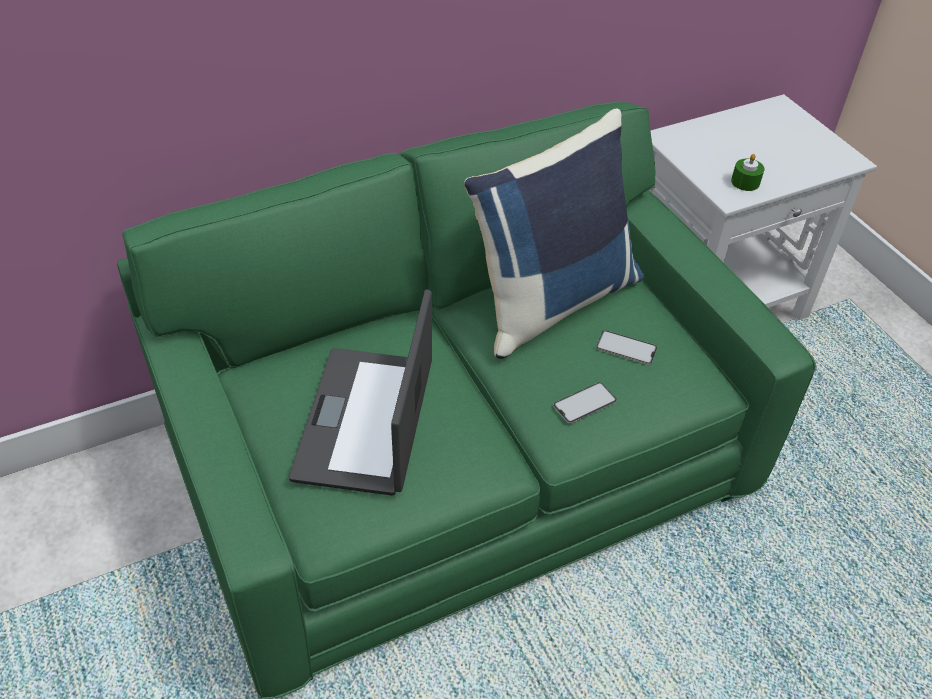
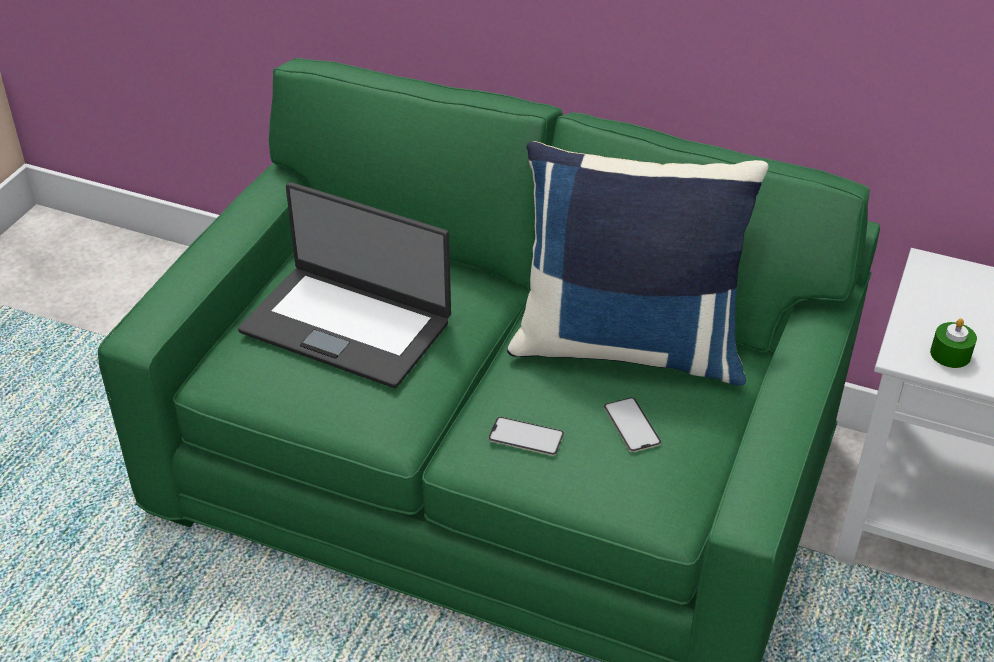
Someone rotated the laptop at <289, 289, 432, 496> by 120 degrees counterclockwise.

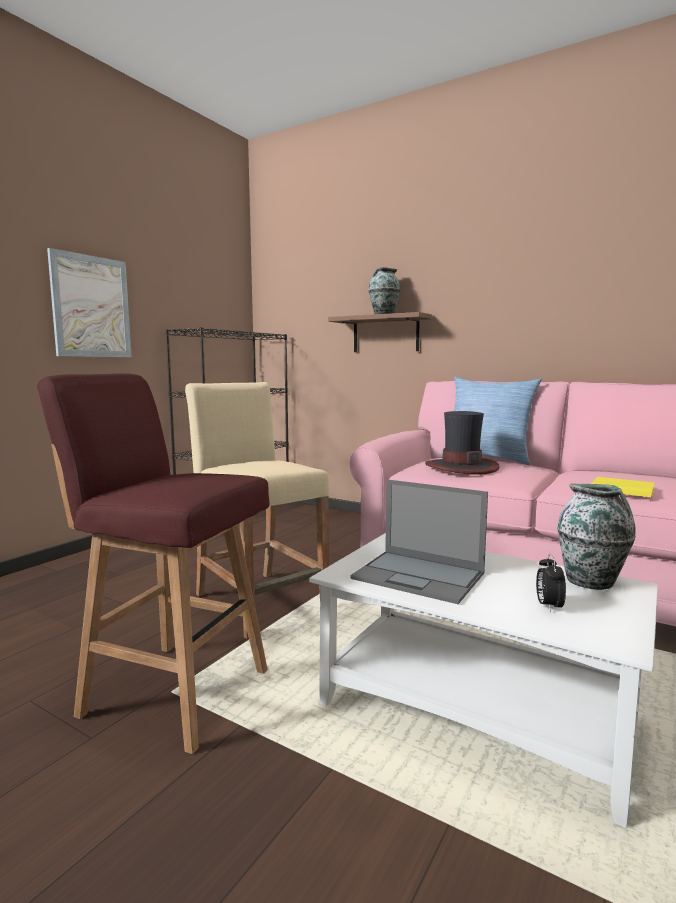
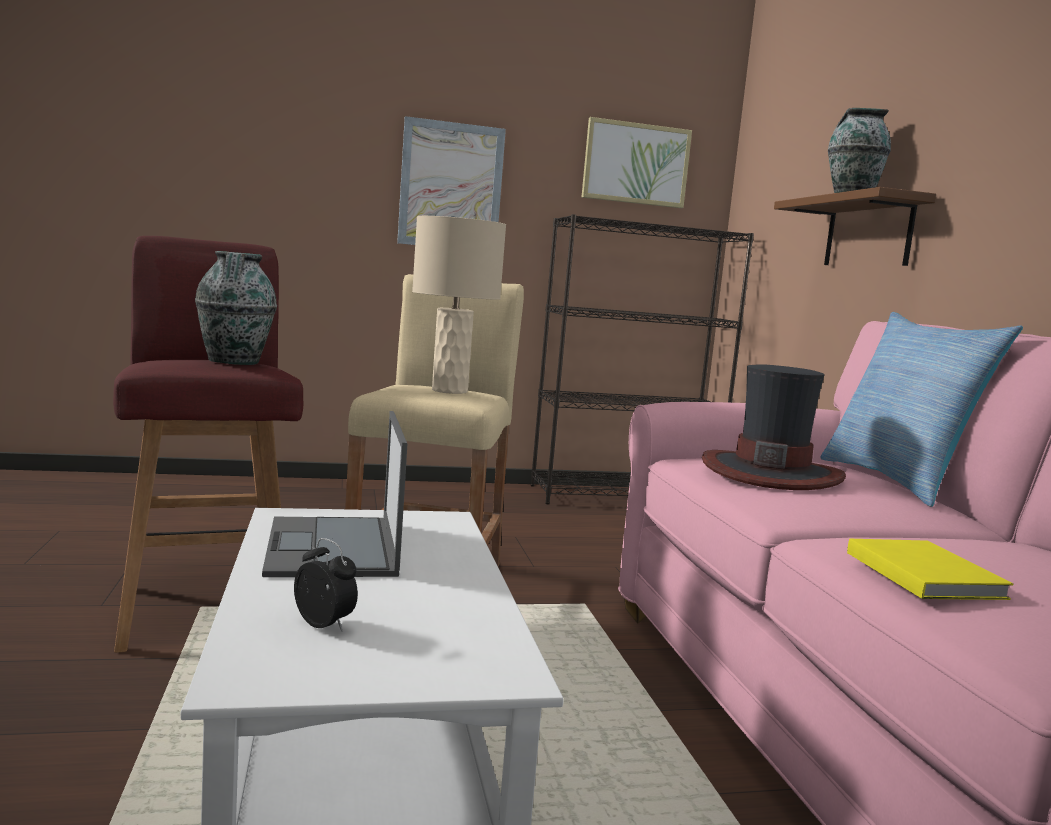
Someone carried the wazon from <557, 483, 636, 590> to <195, 251, 277, 365>.
Someone rotated the budzik at <536, 553, 566, 613> by 75 degrees clockwise.
Someone put up the obraz at <582, 117, 692, 208>.
Someone put down the lampa stołowa/beżowy at <412, 216, 506, 394>.

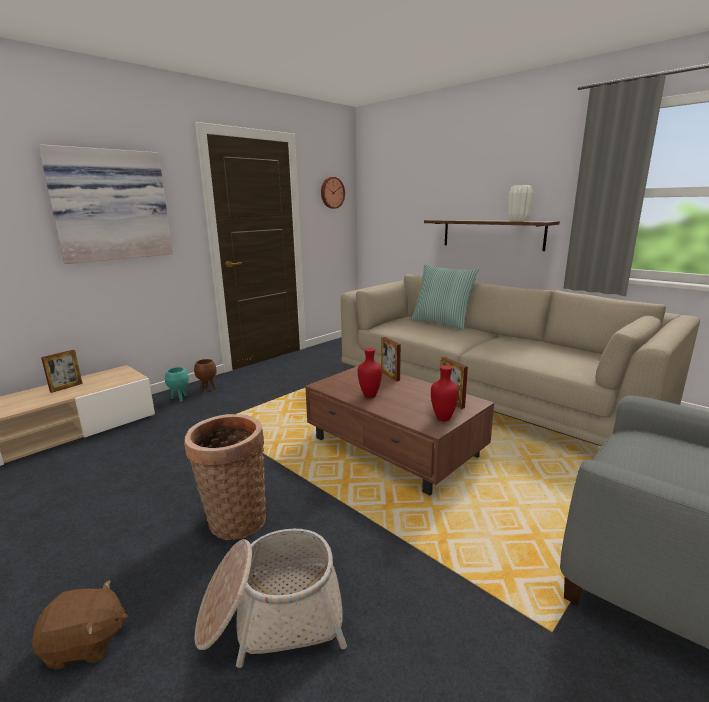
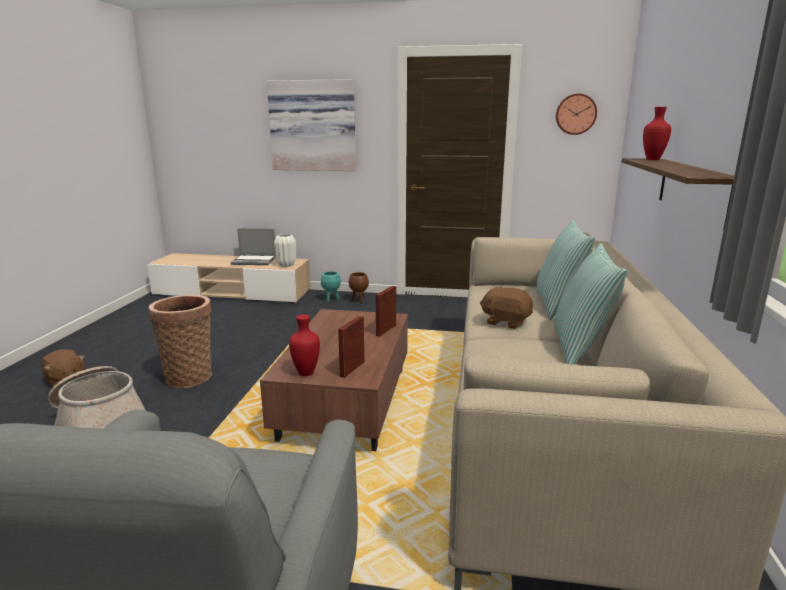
Someone carried the wazon/biały from <508, 185, 534, 221> to <274, 234, 296, 267>.
Someone carried the wazon/czerwony from <358, 348, 382, 398> to <643, 107, 671, 160>.
Someone swapped the ramka na zdjęcie at <41, 350, 83, 393> for the laptop at <231, 228, 276, 265>.
Someone put down the poduszka at <554, 243, 627, 365>.
Someone put down the pluszak/brązowy at <480, 286, 533, 329>.

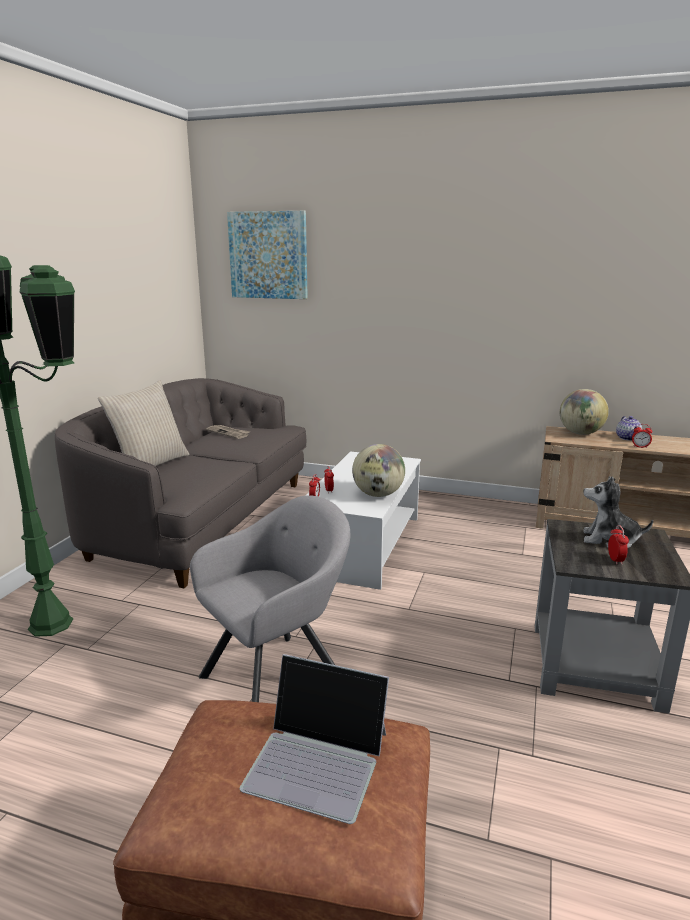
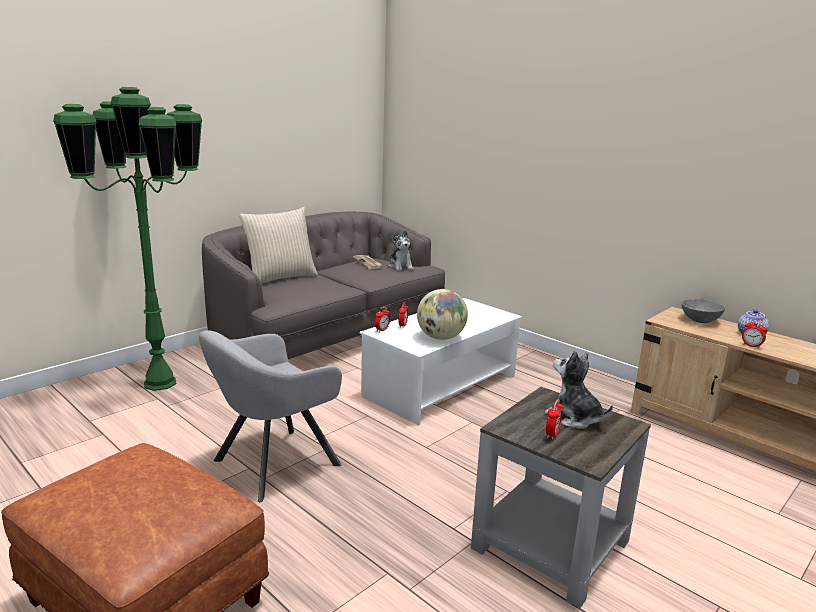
Someone took away the obraz at <227, 211, 308, 299>.
Someone swapped the globus at <560, 389, 609, 435> for the miska/szary at <681, 299, 725, 323>.
Someone rotated the fotel/szary at <190, 495, 350, 702> by 150 degrees clockwise.
Someone took away the laptop at <240, 654, 389, 824>.
Someone put down the pluszak at <388, 230, 414, 271>.

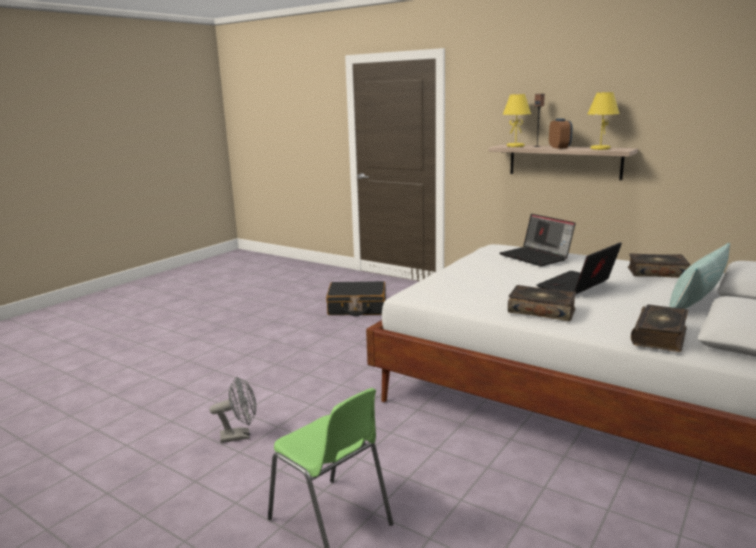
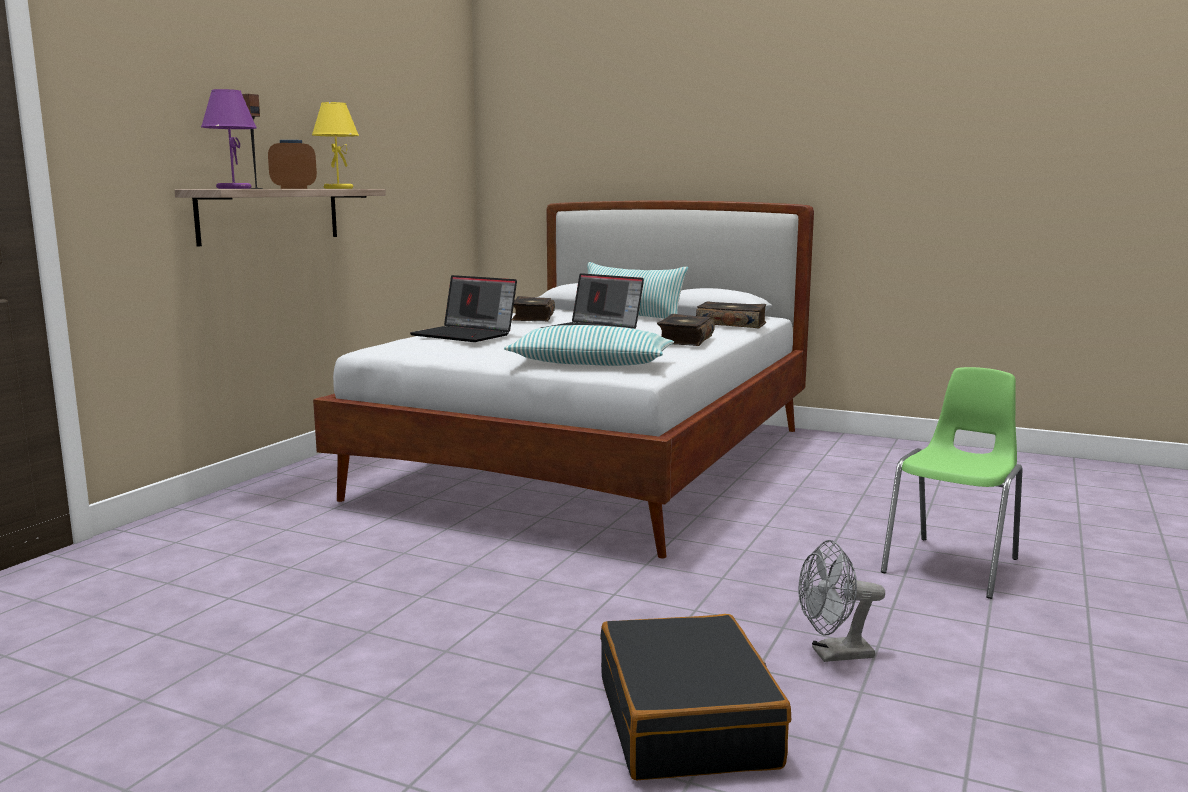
Someone repainted the lampa stołowa/żółty at <503, 94, 531, 147>, which became the lampa stołowa/fioletowy at <201, 89, 257, 189>.
Someone rotated the laptop at <500, 214, 576, 266> by 75 degrees clockwise.
Someone carried the walizka/czarny from <326, 281, 386, 316> to <600, 614, 791, 780>.
Someone rotated the wentylator/szary at <209, 377, 256, 443> by 75 degrees counterclockwise.
Someone put down the poduszka at <504, 325, 674, 366>.

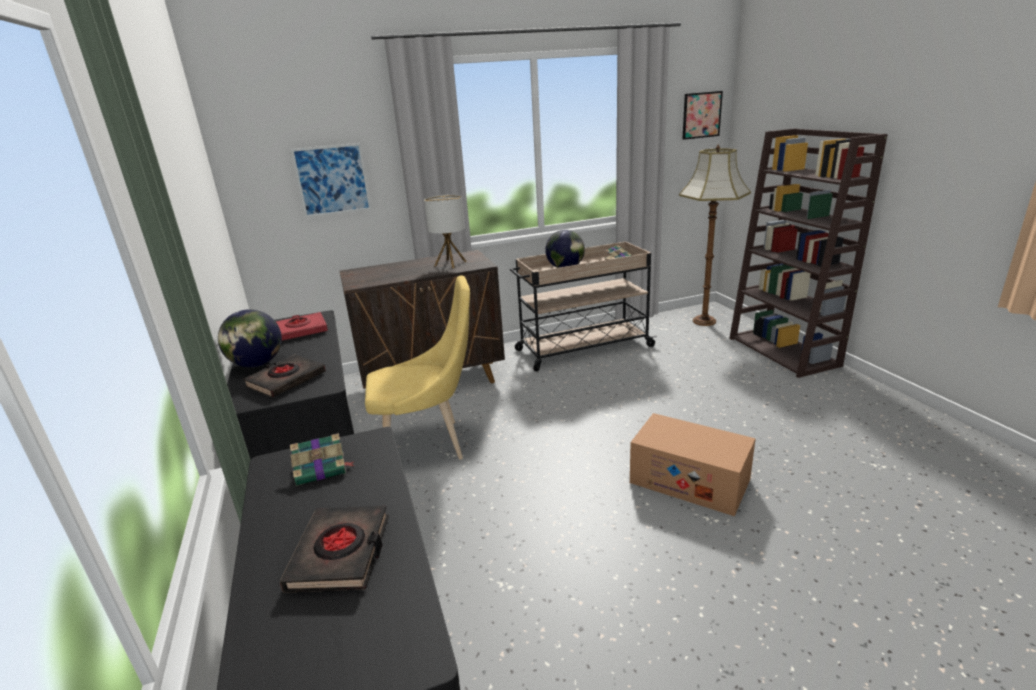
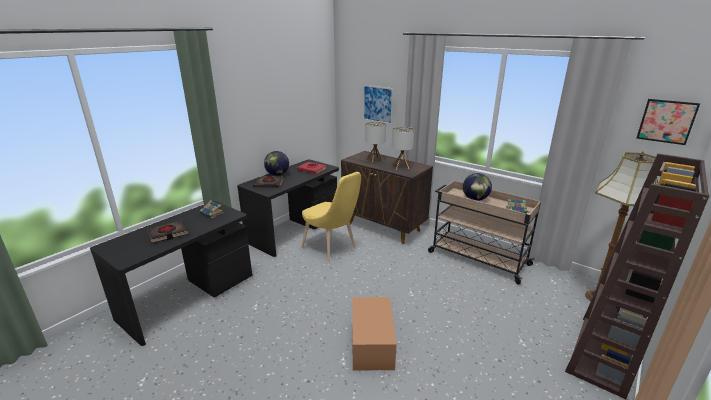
Someone put down the lampa stołowa at <365, 122, 386, 163>.

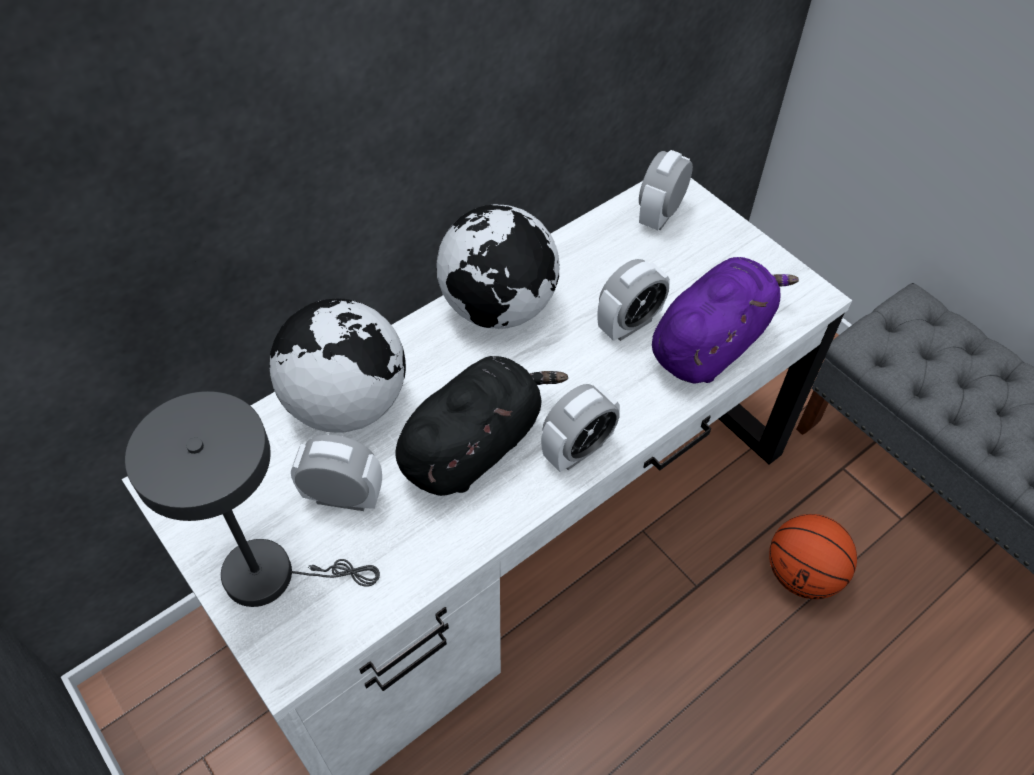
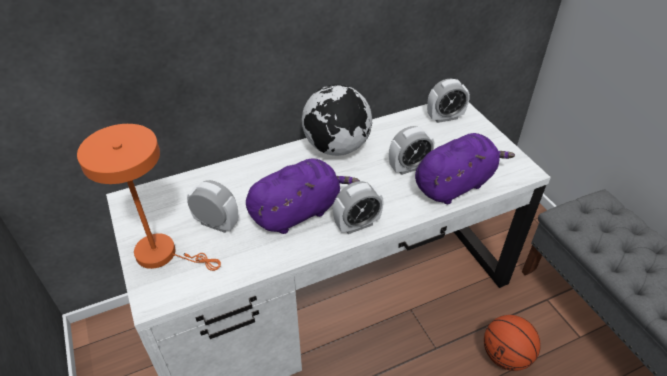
Someone rotated the budzik at <639, 150, 693, 230> by 150 degrees counterclockwise.
Someone took away the globus at <270, 299, 406, 433>.
Someone repainted the pluszak/czarny at <395, 356, 568, 496>, which became the pluszak/fioletowy at <246, 158, 360, 234>.
Someone repainted the lampa stołowa/szary at <125, 391, 380, 607>, which became the lampa stołowa/pomarańczowy at <77, 124, 221, 271>.

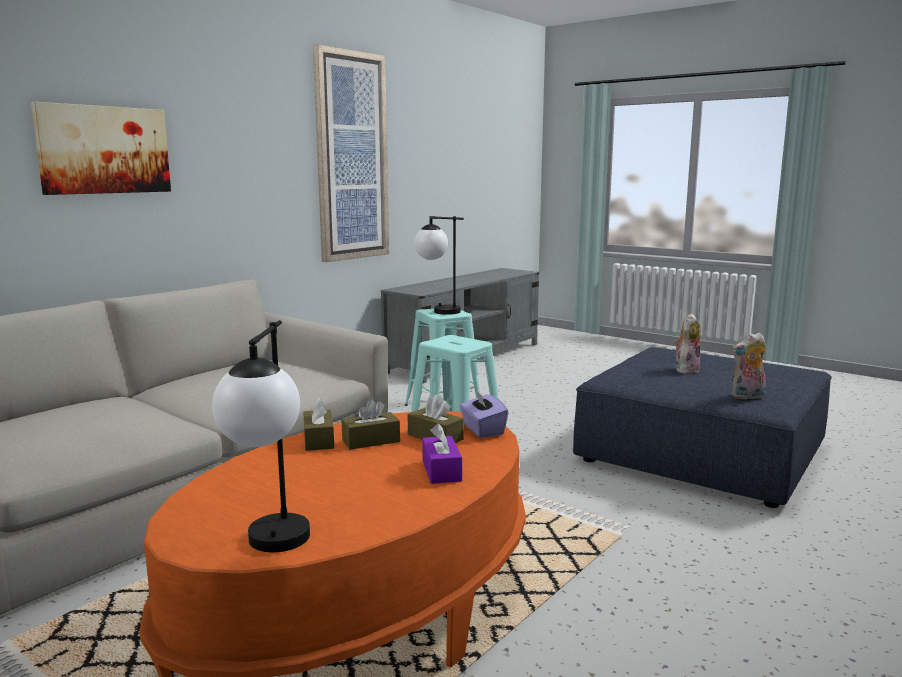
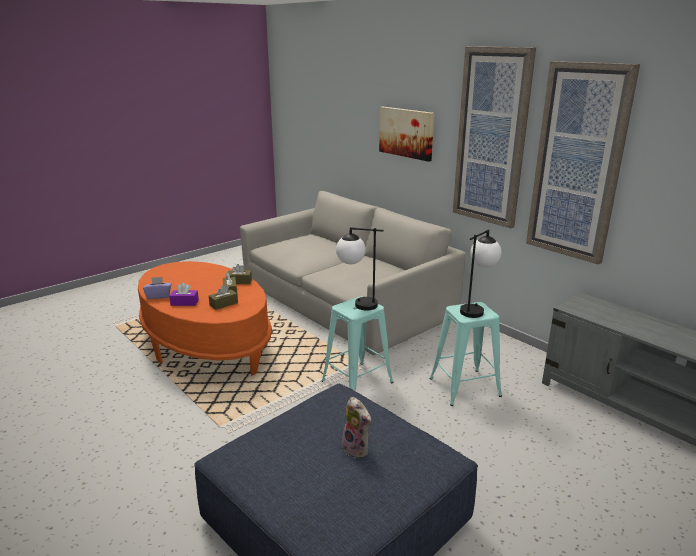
Someone carried the lampa stołowa from <212, 320, 310, 552> to <336, 227, 384, 311>.
Someone took away the pluszak at <731, 333, 766, 400>.
Someone carried the pudełko chusteczek/fioletowy from <459, 389, 508, 438> to <143, 277, 171, 299>.
Someone put up the obraz at <453, 46, 536, 228>.

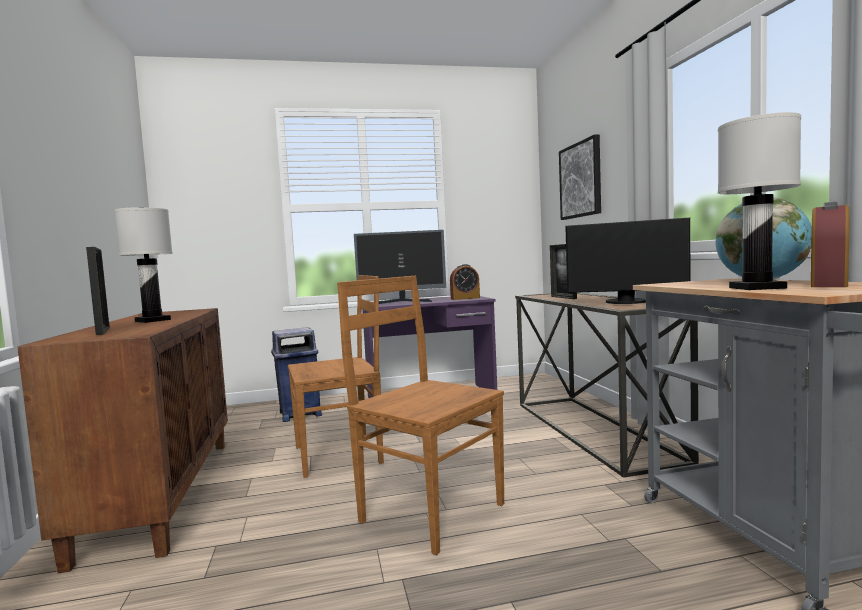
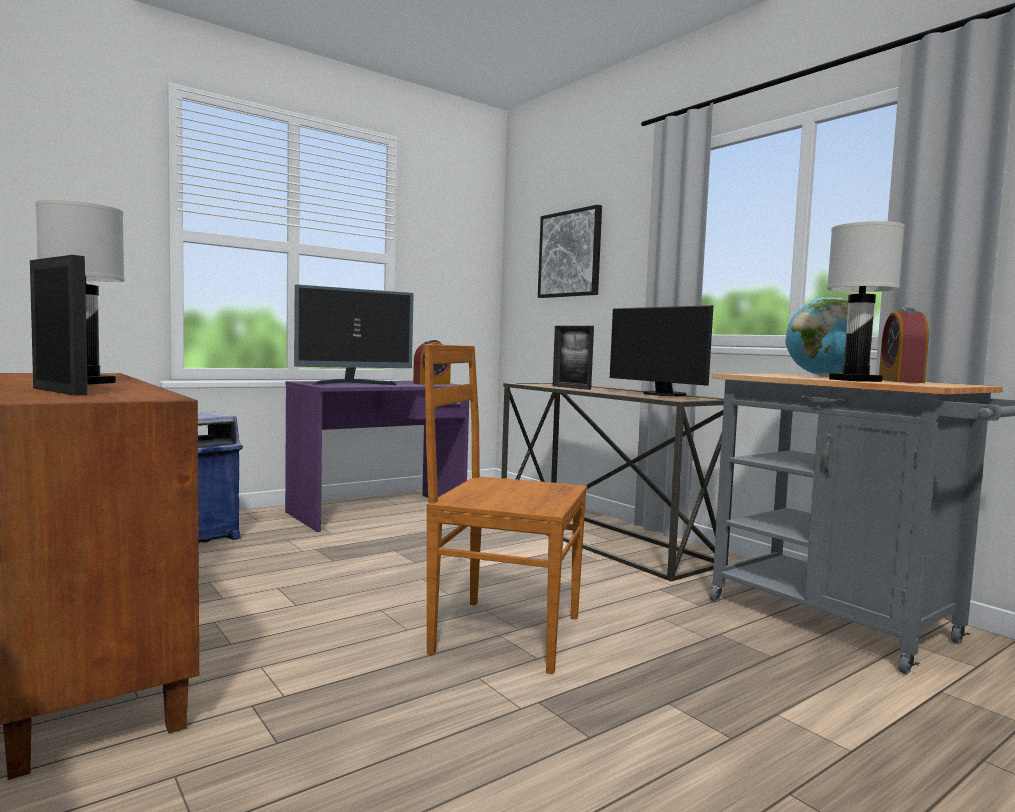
Someone rotated the monitor at <565, 218, 691, 304> by 60 degrees clockwise.
Someone took away the krzesło/brązowy at <288, 275, 384, 478>.

